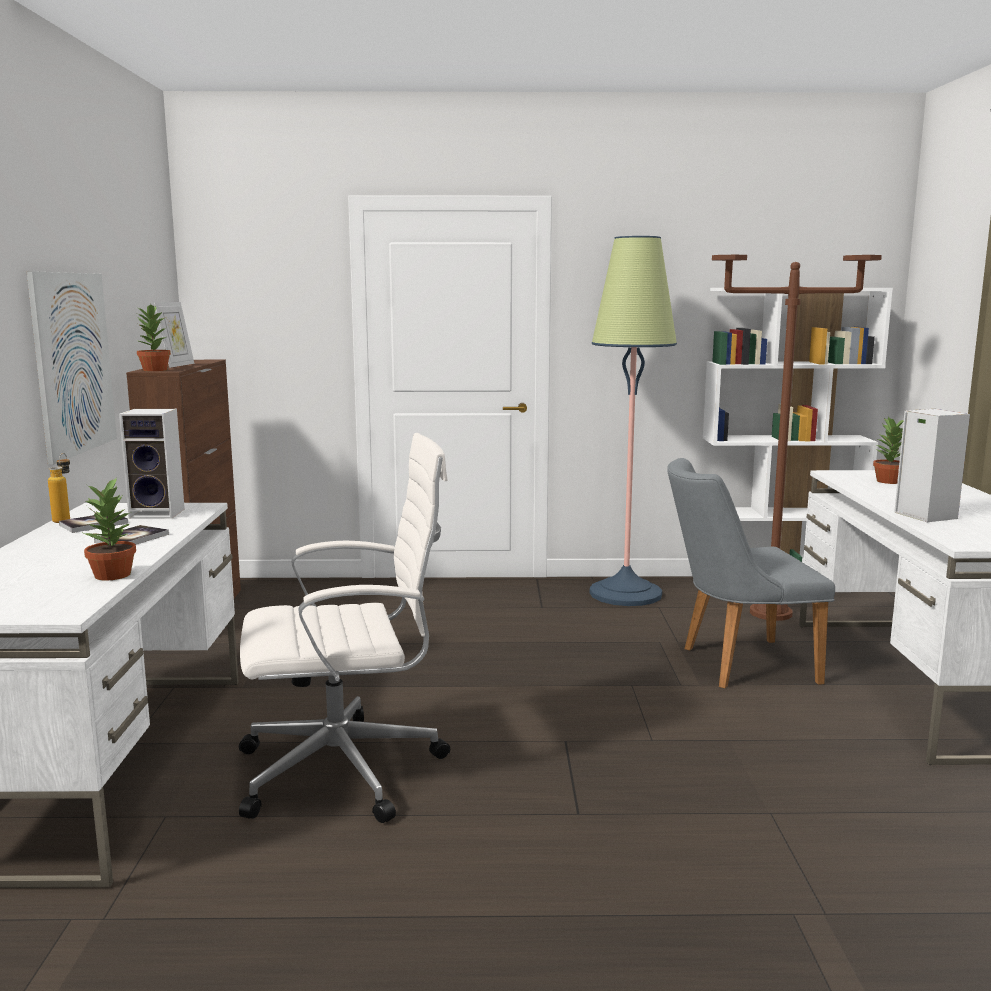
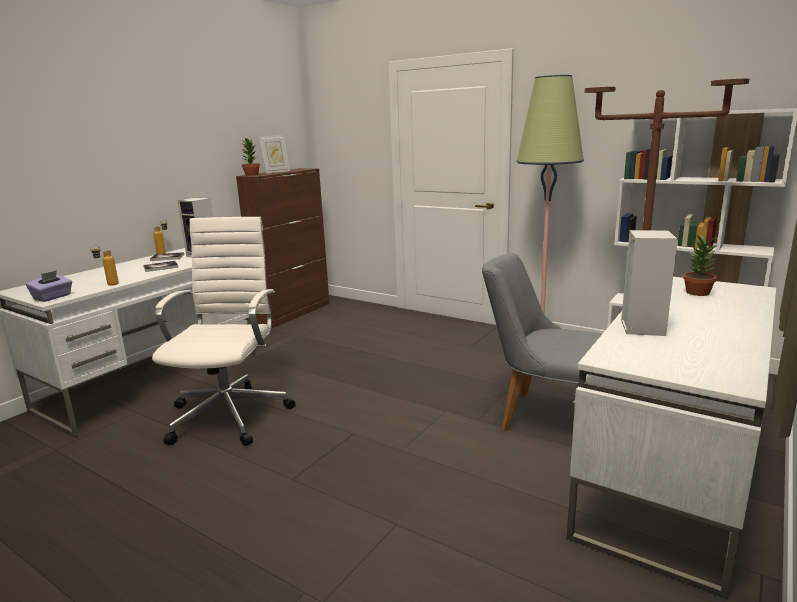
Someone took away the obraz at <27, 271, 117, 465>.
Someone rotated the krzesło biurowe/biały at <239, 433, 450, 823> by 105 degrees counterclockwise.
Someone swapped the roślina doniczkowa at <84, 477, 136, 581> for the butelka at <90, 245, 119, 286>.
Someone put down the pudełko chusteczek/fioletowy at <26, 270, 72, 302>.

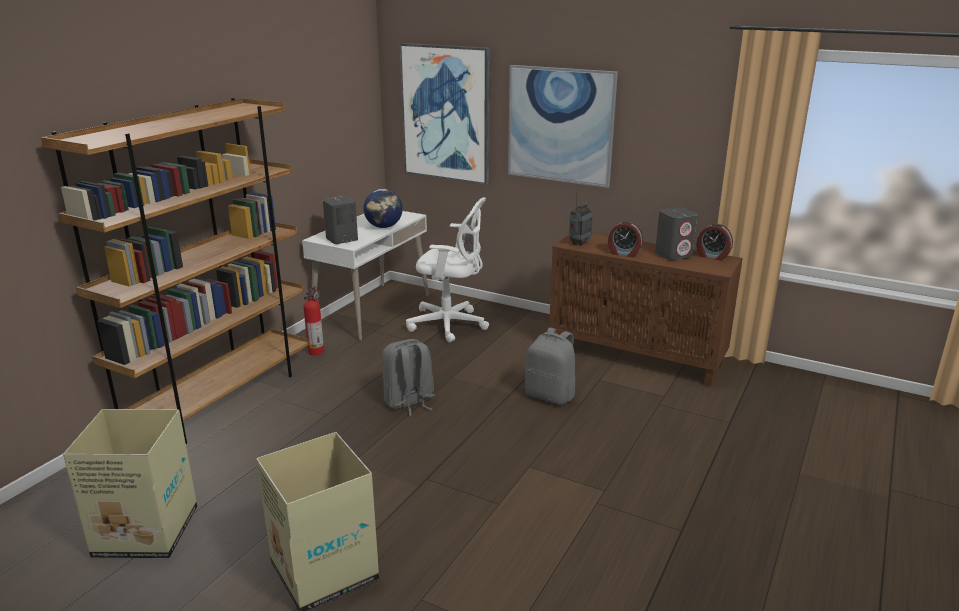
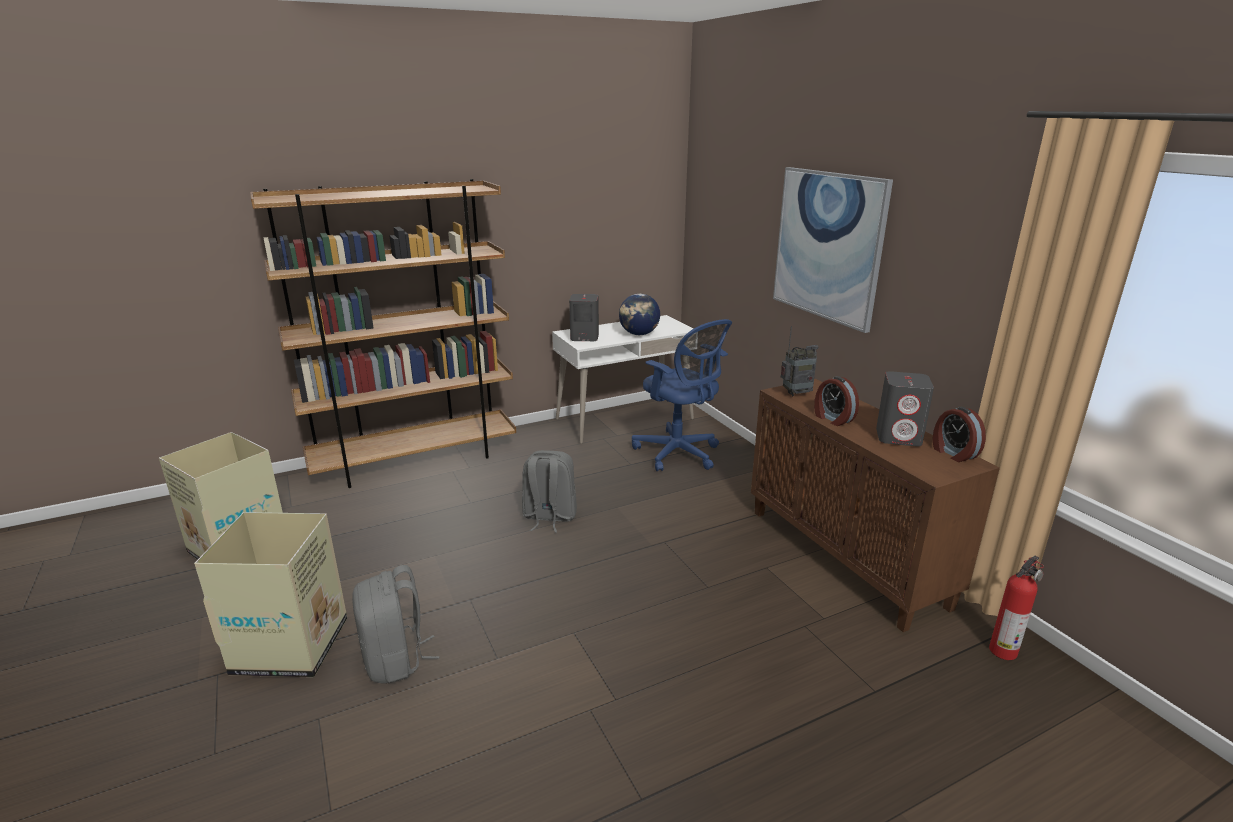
Someone took away the obraz at <400, 43, 491, 185>.
Someone repainted the krzesło biurowe/biały at <406, 197, 489, 343>, which became the krzesło biurowe/niebieski at <632, 319, 732, 471>.
Someone carried the gaśnica from <304, 286, 324, 355> to <989, 555, 1044, 660>.
Someone carried the plecak/szary from <525, 328, 575, 405> to <352, 565, 440, 684>.

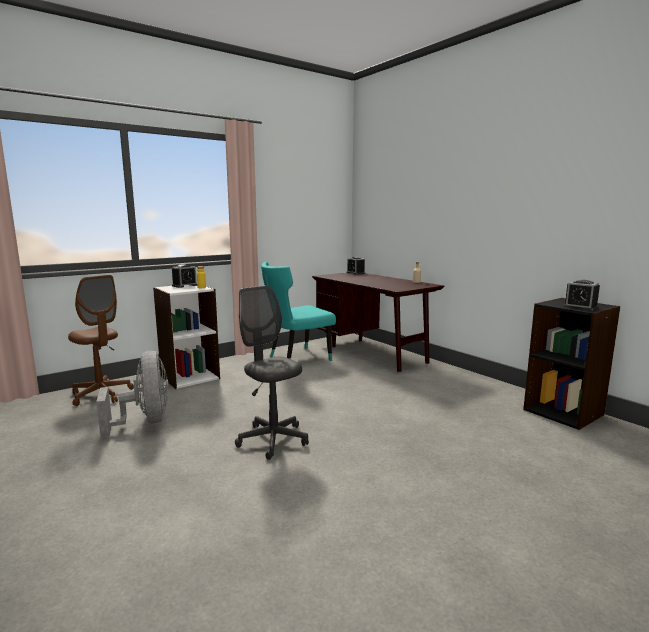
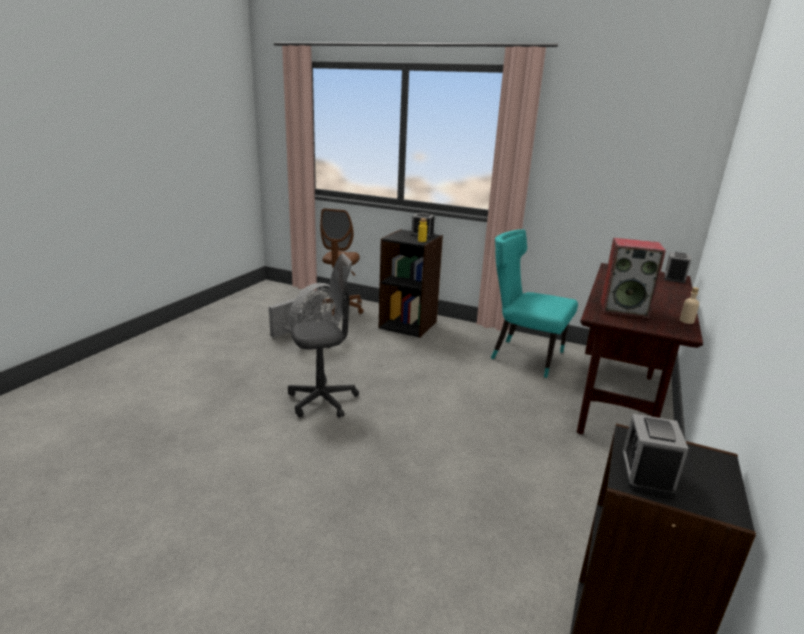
Someone repainted the regał/biały at <153, 285, 220, 389>, which became the regał/czarny at <379, 229, 443, 338>.
Someone rotated the krzesło biurowe/szary at <235, 286, 309, 460> by 45 degrees clockwise.
Someone put down the głośnik at <601, 238, 666, 319>.

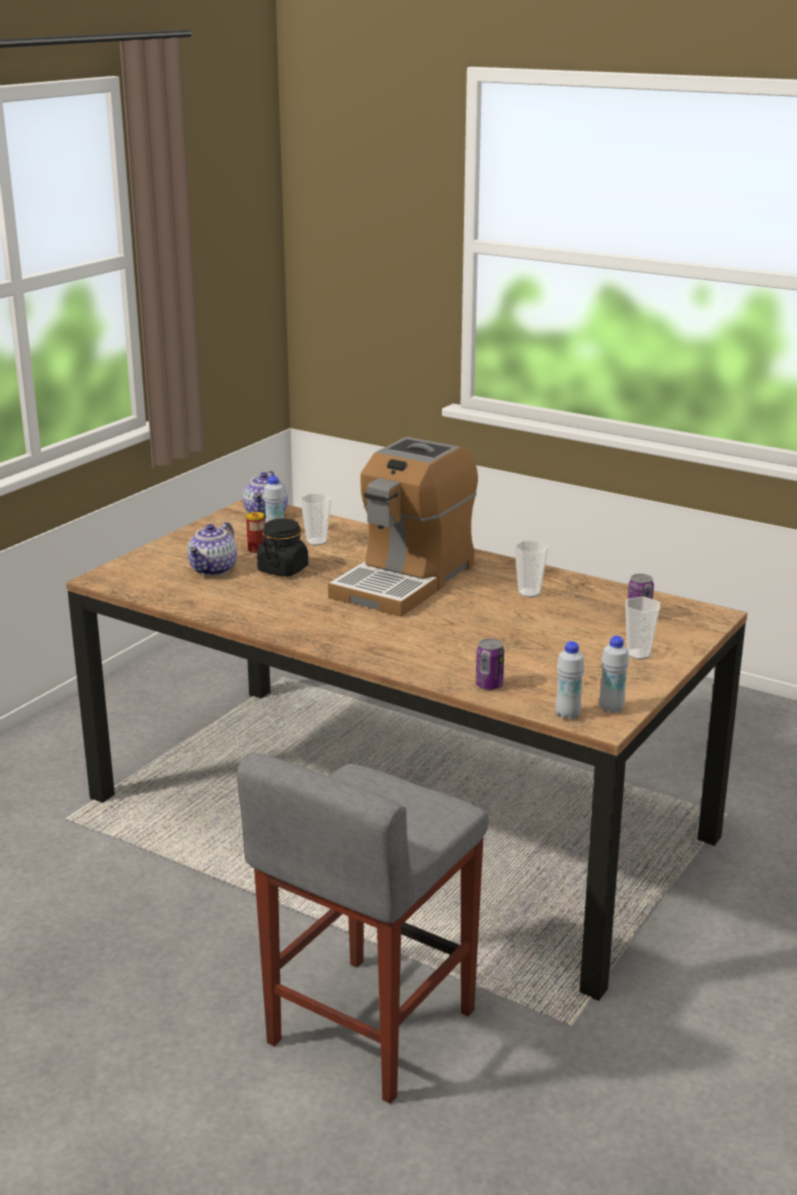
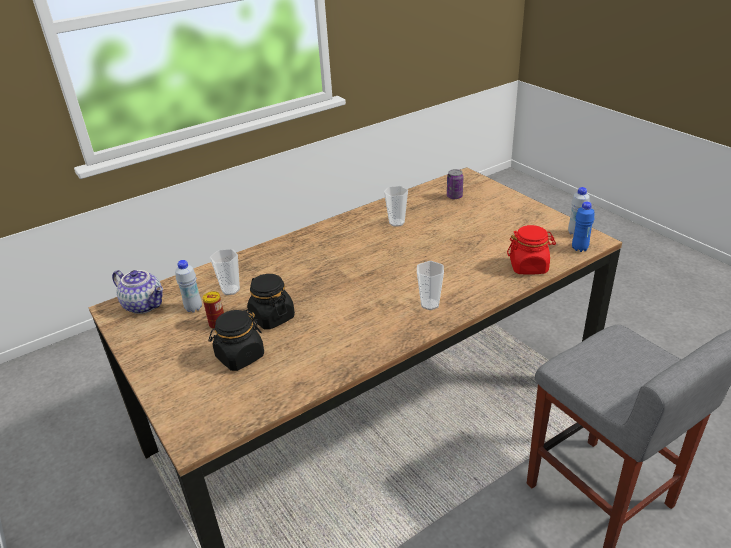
Someone took away the ekspres do kawy at <328, 437, 478, 617>.
Someone swapped the imbryk at <187, 522, 237, 576> for the słoik/czarny at <208, 310, 264, 371>.
Someone carried the filiżanka from <625, 597, 660, 660> to <417, 261, 444, 310>.
Someone swapped the puszka at <476, 639, 504, 690> for the słoik/czerwony at <507, 225, 556, 275>.
Someone repainted the butelka/biały at <556, 641, 585, 720>, which became the butelka/niebieski at <572, 202, 594, 252>.

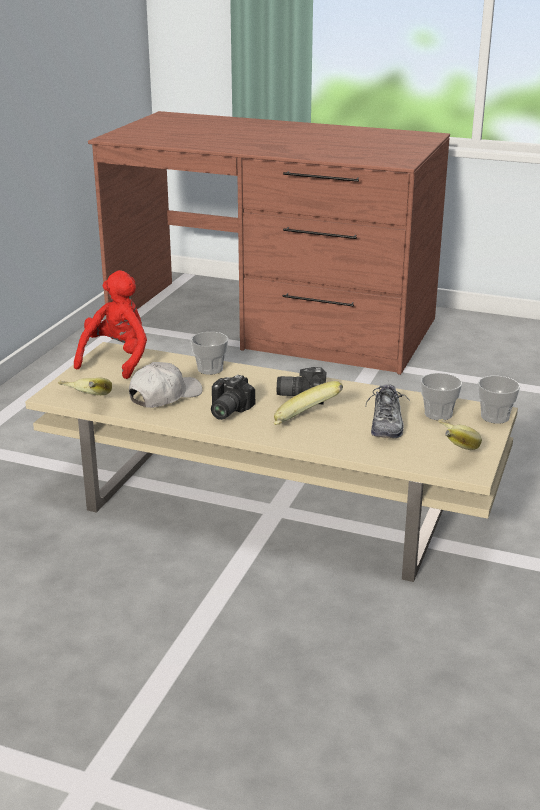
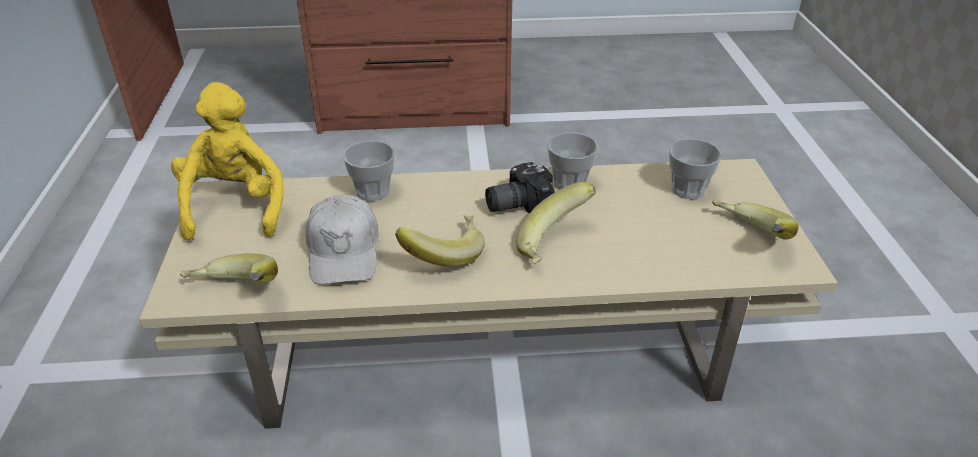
Someone repainted the pluszak/czerwony at <74, 270, 147, 379>, which became the pluszak/żółty at <171, 82, 283, 240>.
Someone rotated the czapka z daszkiem/biały at <129, 362, 202, 408> by 150 degrees clockwise.
Someone swapped the aparat fotograficzny at <211, 375, 255, 420> for the banan at <395, 214, 485, 267>.
Someone carried the filiżanka from <478, 376, 520, 424> to <547, 133, 599, 189>.
Someone took away the but at <366, 381, 410, 438>.

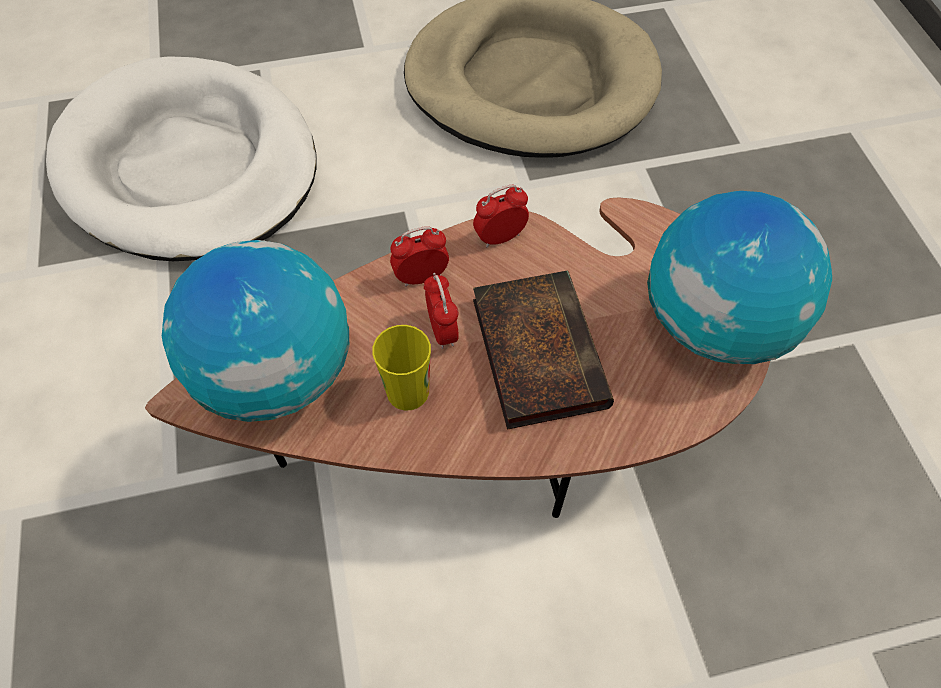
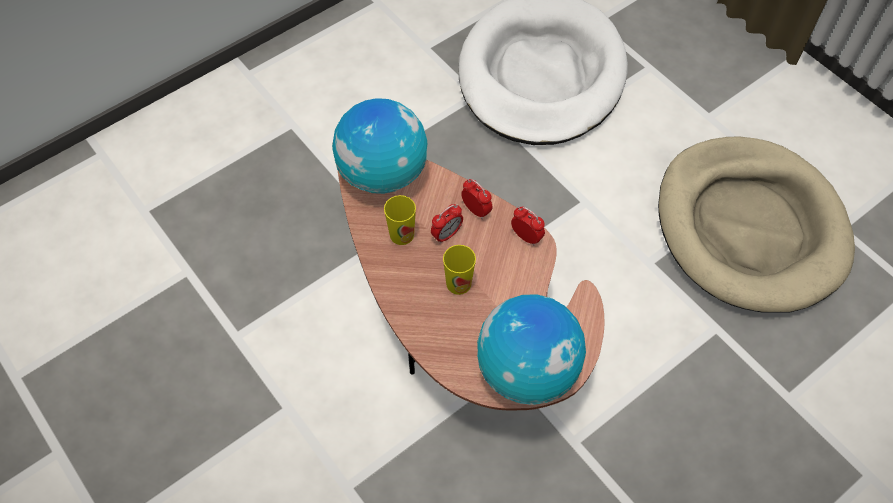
Someone swapped the książka at <473, 270, 614, 430> for the filiżanka at <443, 245, 476, 295>.

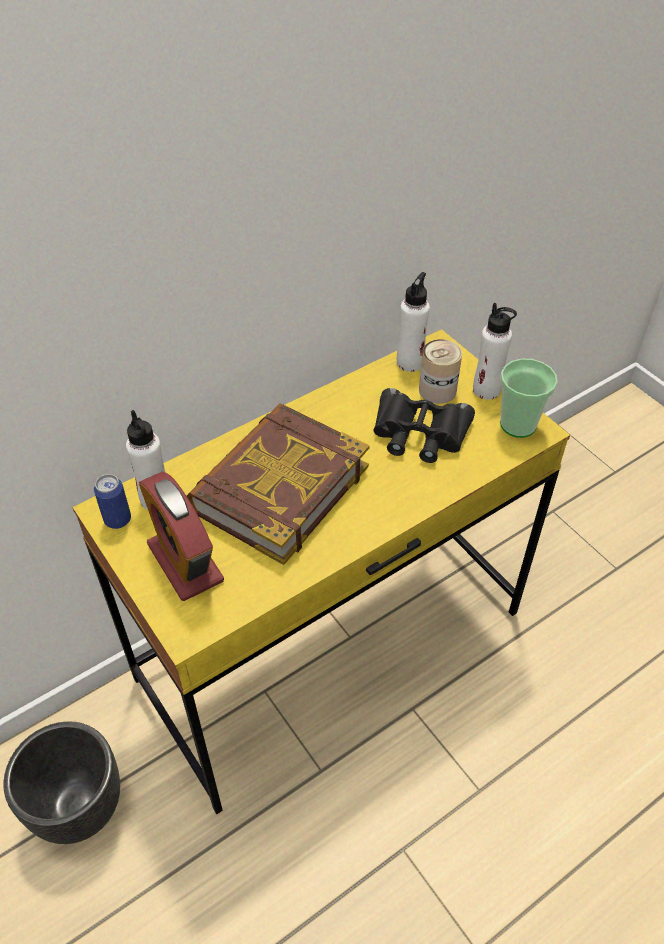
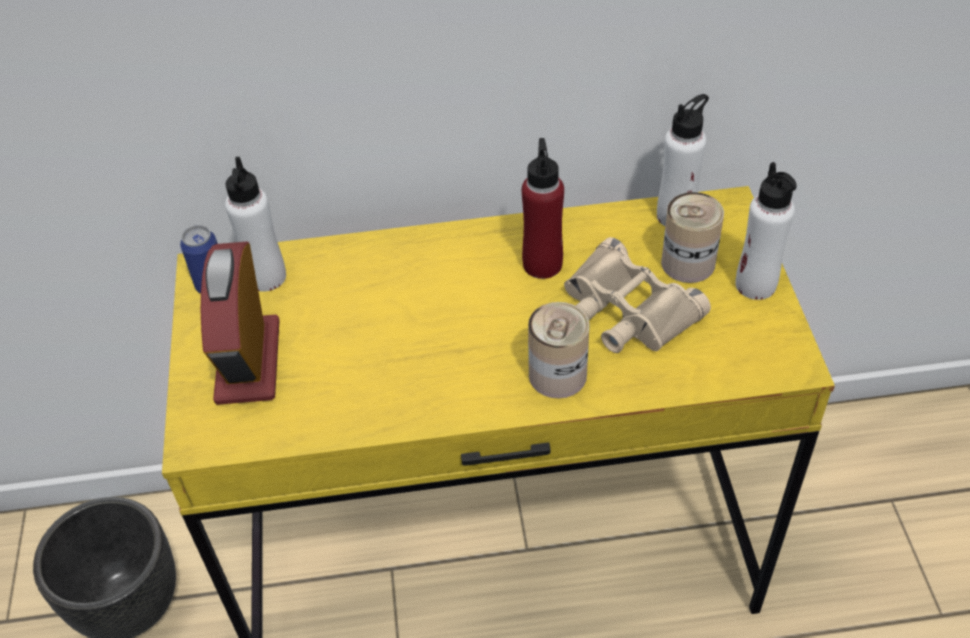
Someone took away the filiżanka at <500, 359, 558, 438>.
Someone repainted the lornetka/czarny at <374, 388, 475, 463>, which became the lornetka/beżowy at <564, 237, 711, 353>.
Someone took away the książka at <187, 403, 370, 565>.
Someone put down the butelka/czerwony at <522, 138, 564, 279>.
Someone put down the puszka at <528, 302, 590, 399>.

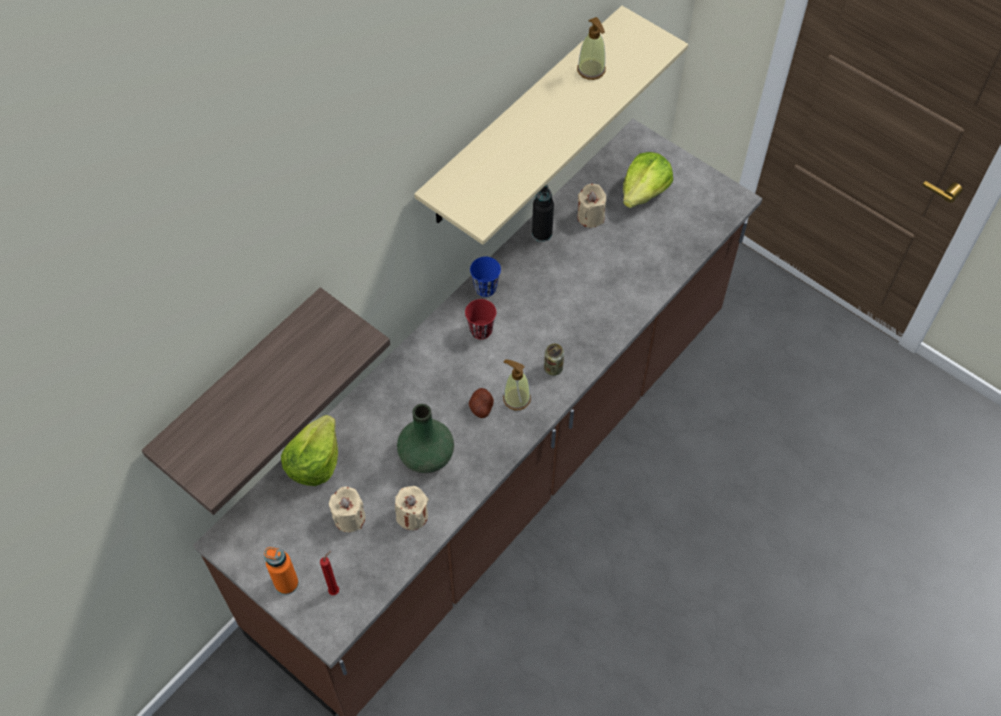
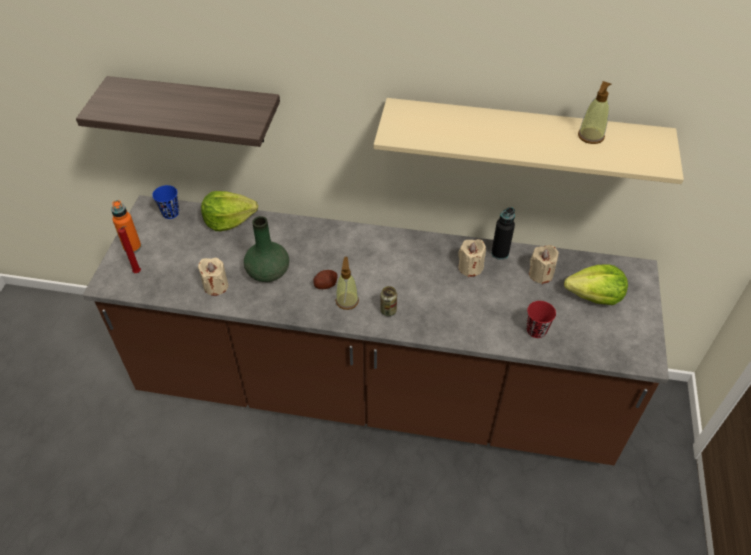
Someone carried the filiżanka/niebieski from <470, 257, 501, 297> to <152, 185, 179, 219>.
Someone carried the filiżanka/czerwony from <465, 299, 496, 340> to <527, 301, 556, 338>.
Someone carried the świeca/beżowy from <329, 487, 365, 532> to <458, 239, 486, 277>.

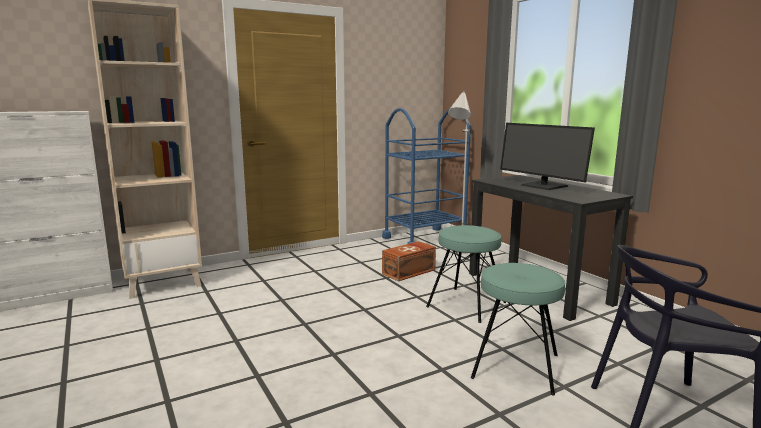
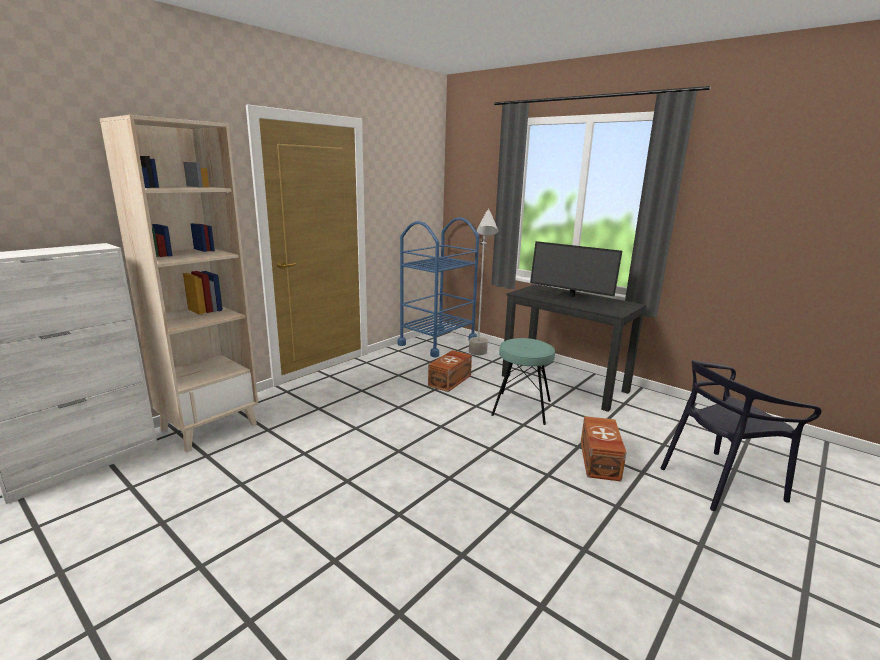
Someone swapped the stołek/turkusowy at <471, 263, 565, 396> for the pojemnik do przechowywania/brązowy at <581, 416, 627, 482>.

